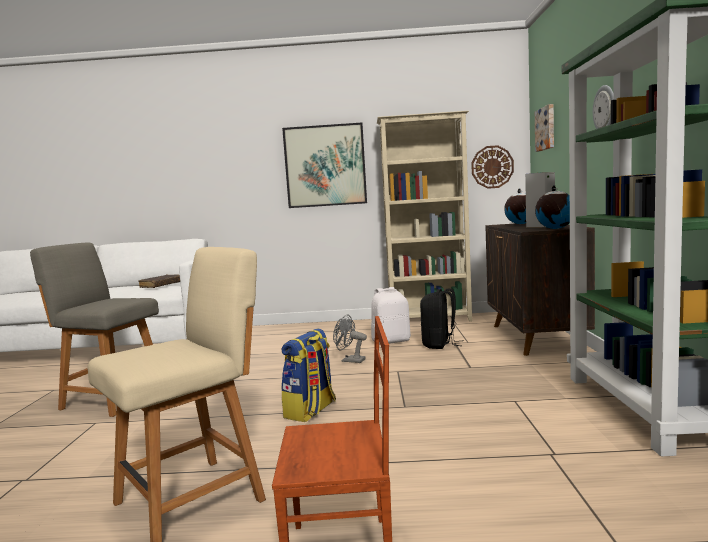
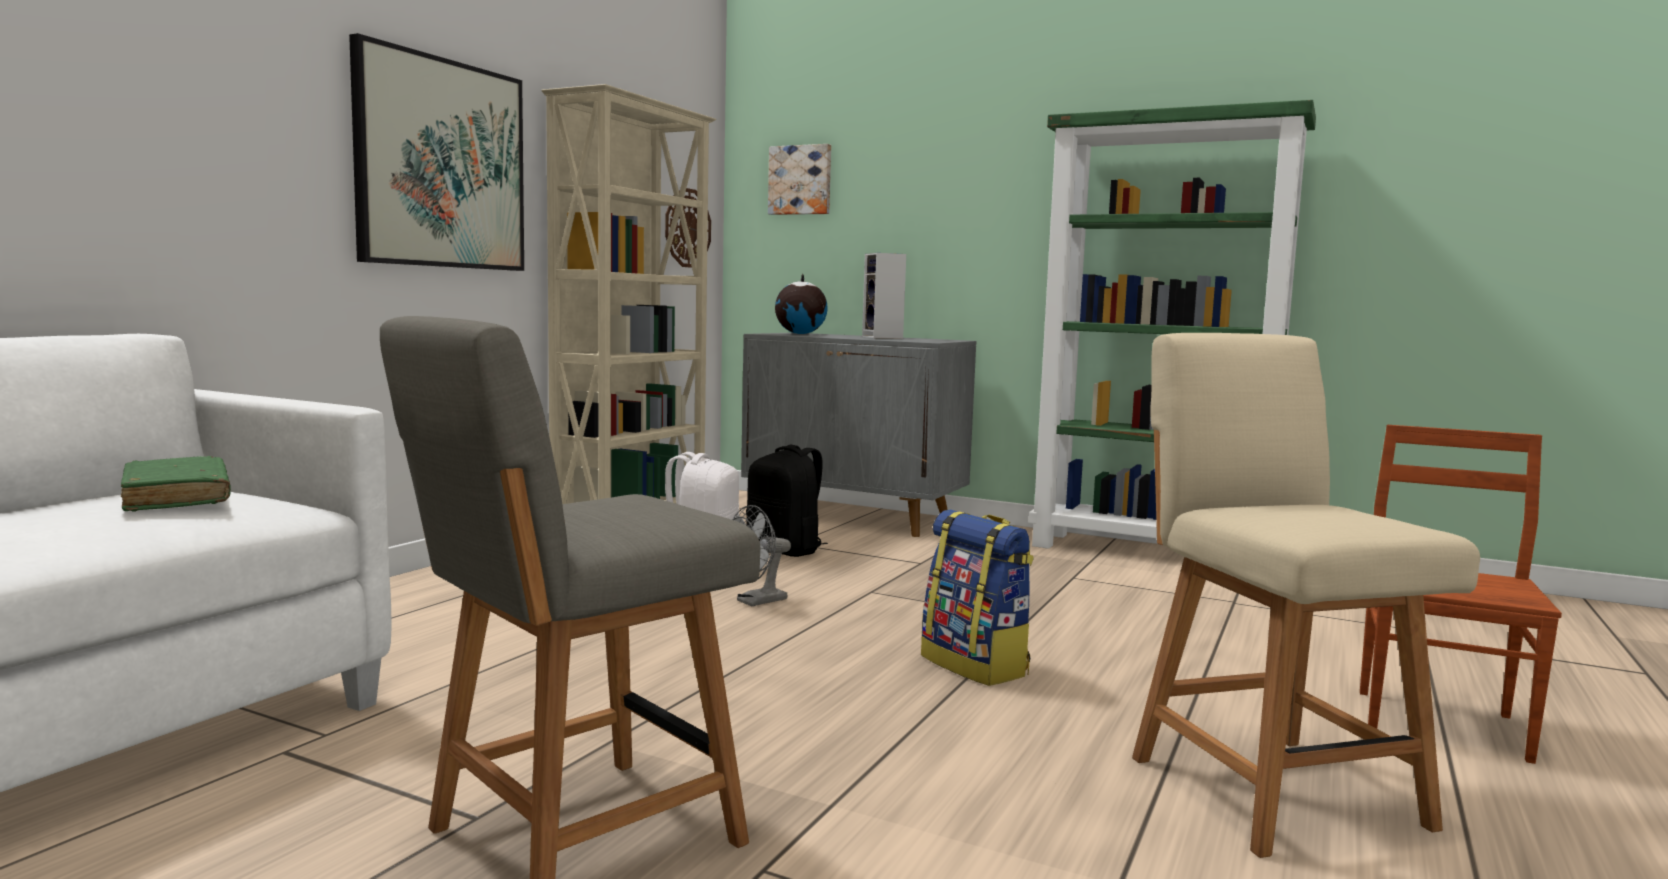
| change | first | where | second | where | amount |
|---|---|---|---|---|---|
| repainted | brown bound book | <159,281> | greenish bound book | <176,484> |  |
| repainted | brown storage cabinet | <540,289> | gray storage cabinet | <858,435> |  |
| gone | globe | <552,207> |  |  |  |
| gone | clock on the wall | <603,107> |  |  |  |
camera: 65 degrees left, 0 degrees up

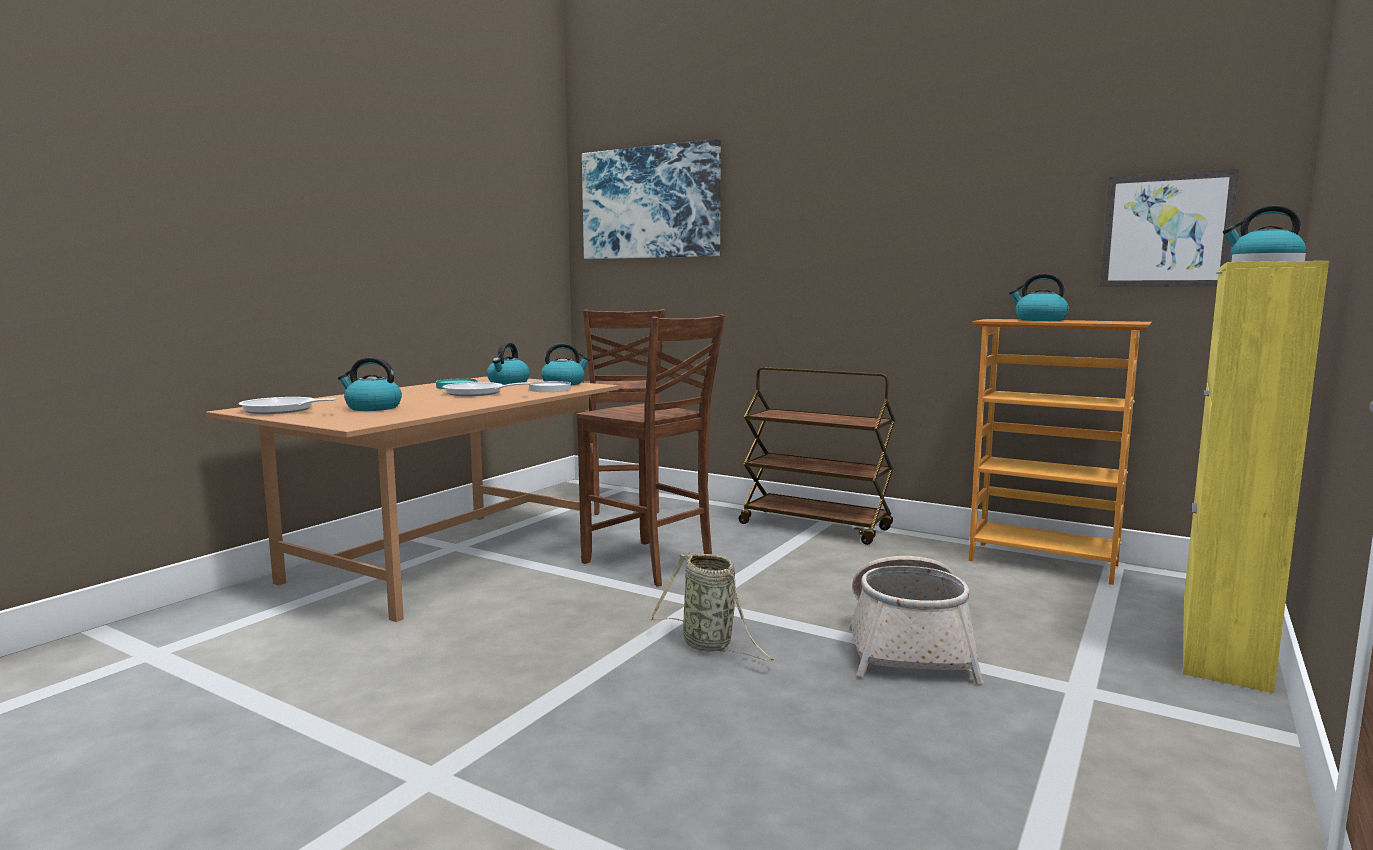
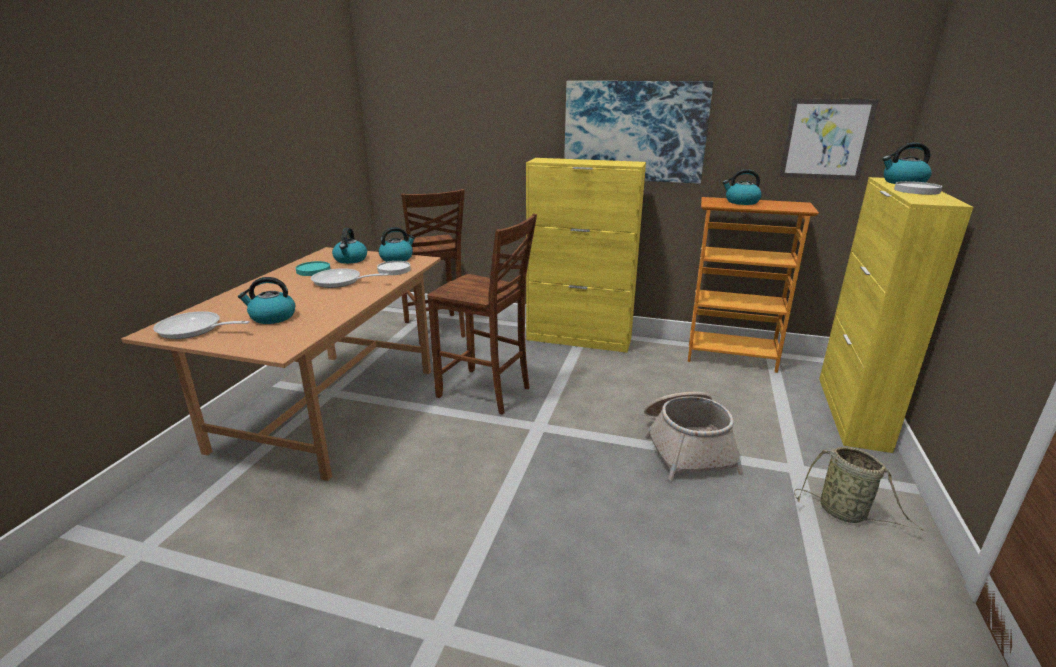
| change | first | where | second | where | amount |
|---|---|---|---|---|---|
| swapped | brown cart | <817,456> | yellow-coloured storage cabinet | <586,255> |  |
| shifted | picture | <651,199> |  | <638,132> |  |
| shifted | basket | <711,606> |  | <859,489> |  |
camera: 15 degrees left, 15 degrees up

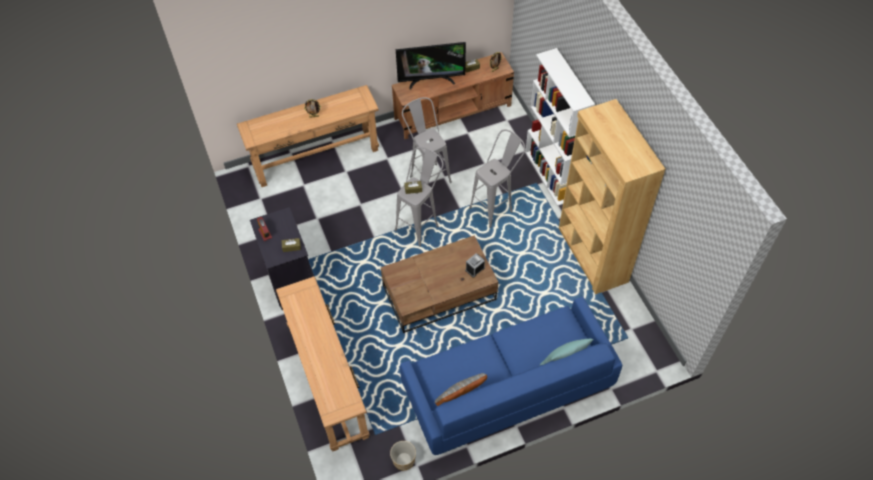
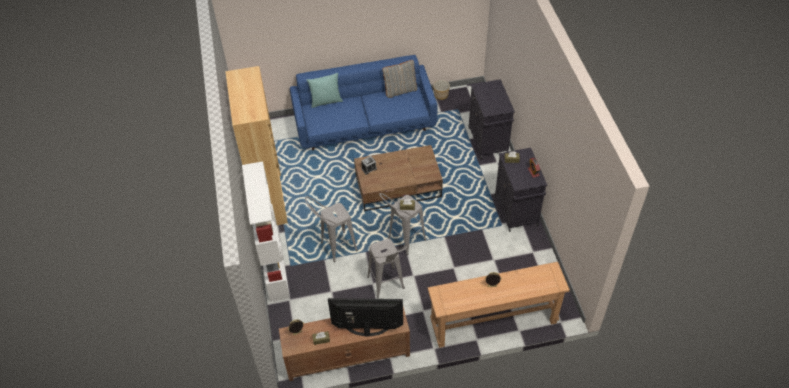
| change | first | where | second | where | amount |
|---|---|---|---|---|---|
| swapped | brown narrow table | <323,364> | black storage cabinet | <491,119> |  |
camera: 170 degrees left, 5 degrees down

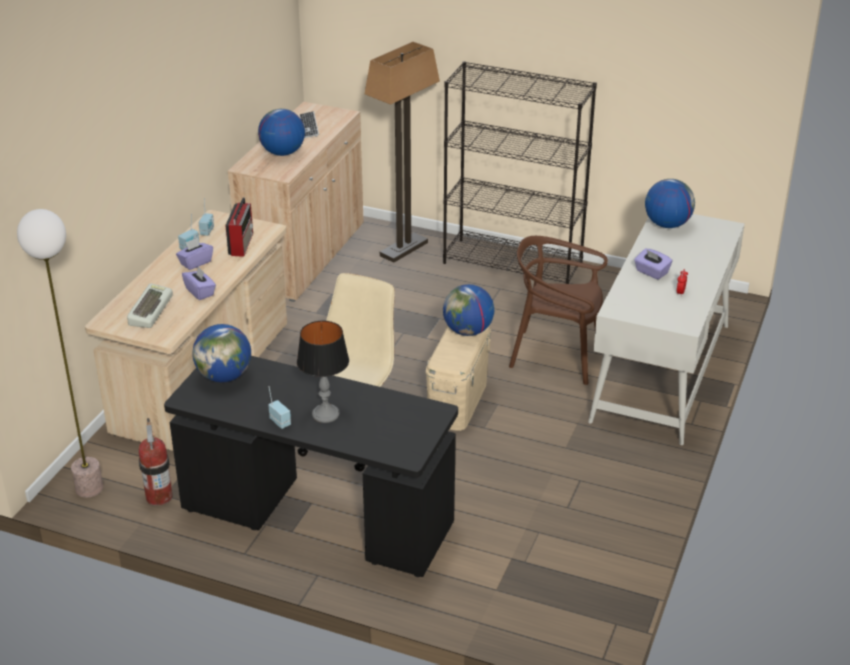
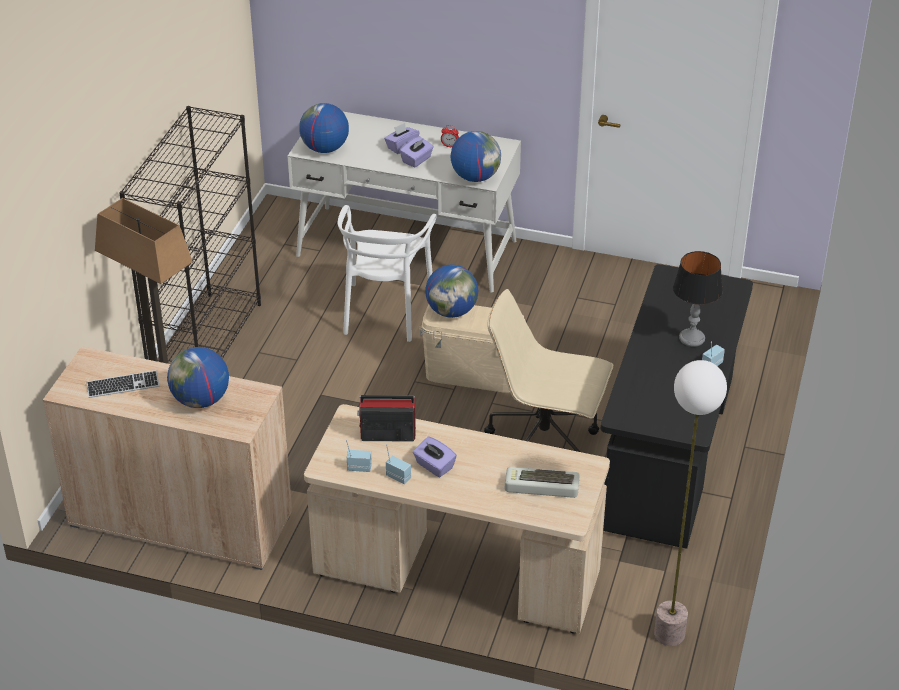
| change | first | where | second | where | amount |
|---|---|---|---|---|---|
| repainted | brown plain chair | <558,310> | white-coloured plain chair | <387,273> |  |
| shifted | purplish box of tissues | <199,283> |  | <402,138> |  |
| shifted | globe | <221,353> |  | <476,156> |  |
| gone | extinguisher | <155,461> |  |  |  |
camera: 95 degrees left, 5 degrees up

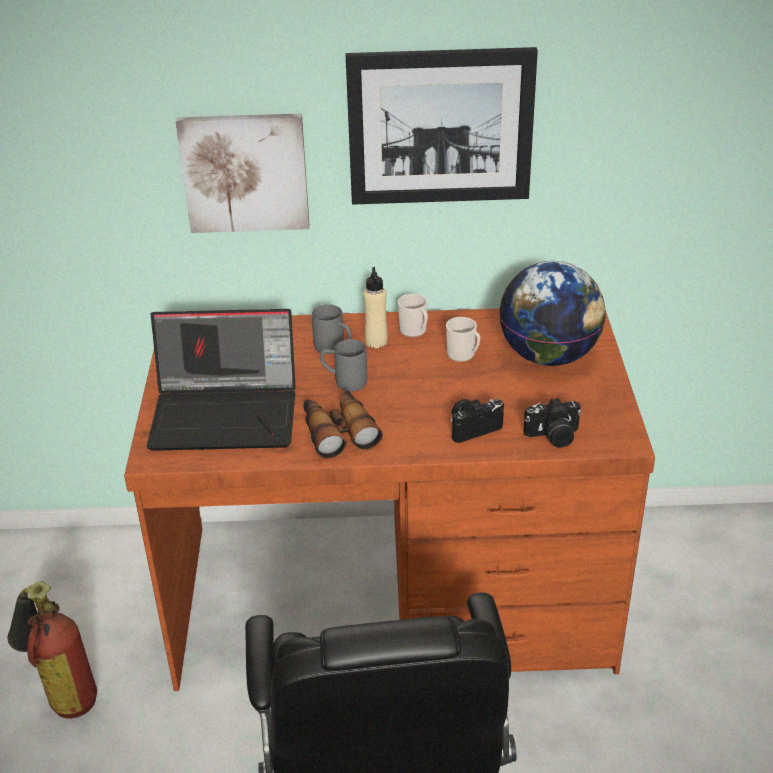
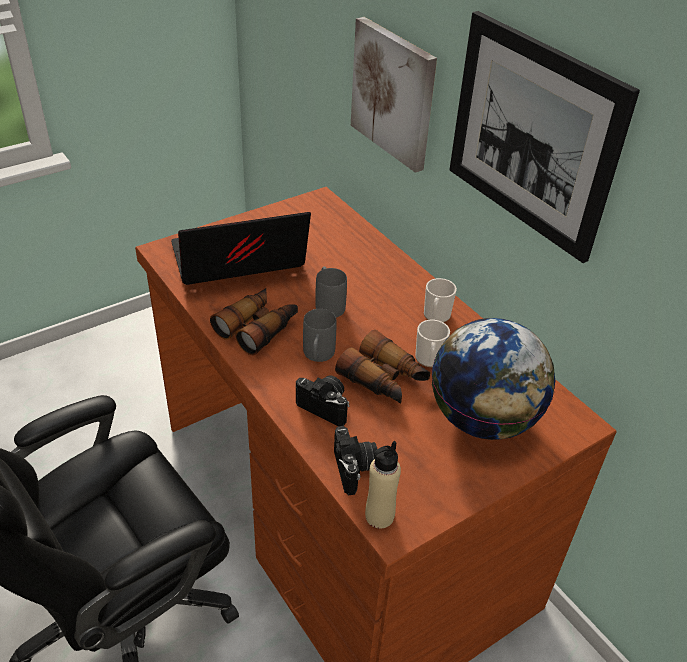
| change | first | where | second | where | amount |
|---|---|---|---|---|---|
| rotated | laptop | <221,380> |  | <241,248> | 105 degrees clockwise |
| shifted | gray tea mug | <332,329> |  | <319,335> |  |
| rotated | still camera | <552,423> |  | <355,460> | 150 degrees counterclockwise |
| new |  |  | pair of binoculars | <382,366> |  |
| shifted | beige-coloured beverage bottle | <375,307> |  | <383,484> |  |
| gone | extinguisher | <52,650> |  |  |  |
camera: 55 degrees right, 5 degrees up

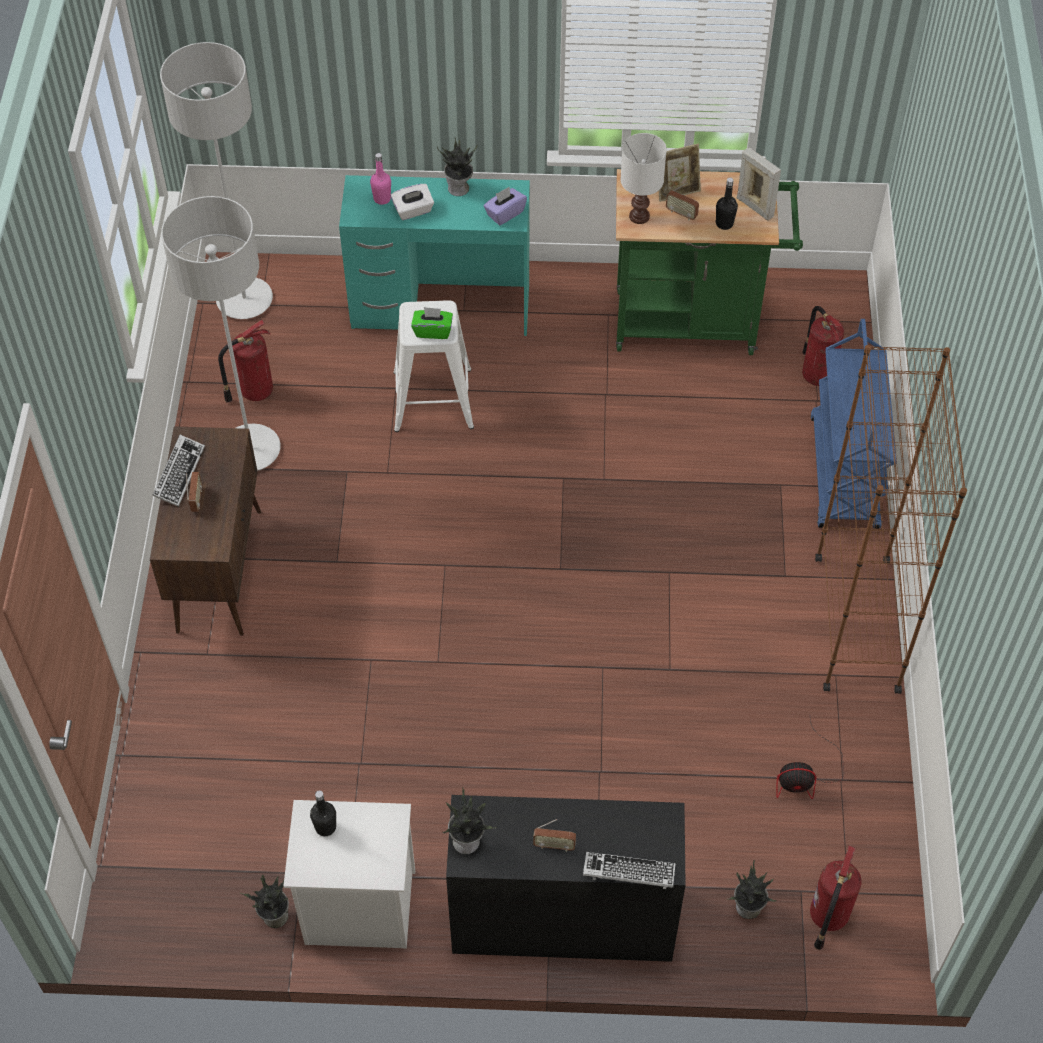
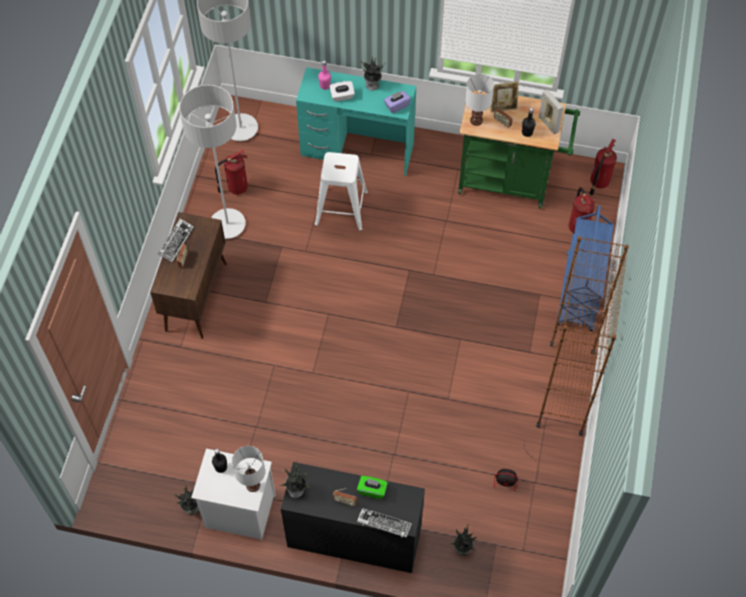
| change | first | where | second | where | amount |
|---|---|---|---|---|---|
| new |  |  | white-coloured lamp for a table | <248,469> |  |
| shifted | greenish box of tissues | <432,323> |  | <372,487> |  |
| shifted | extinguisher | <836,898> |  | <603,167> |  |
camera: 10 degrees right, 5 degrees up

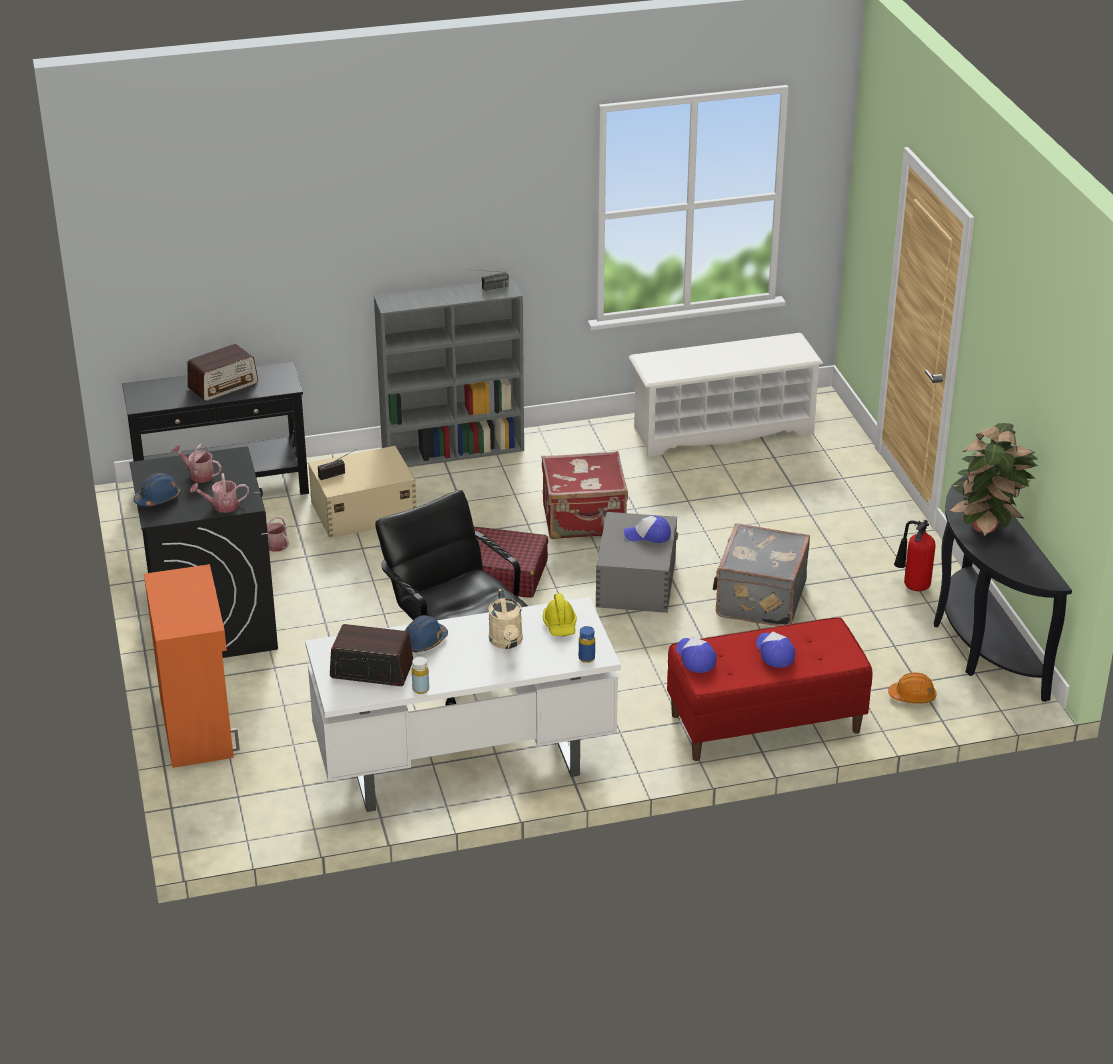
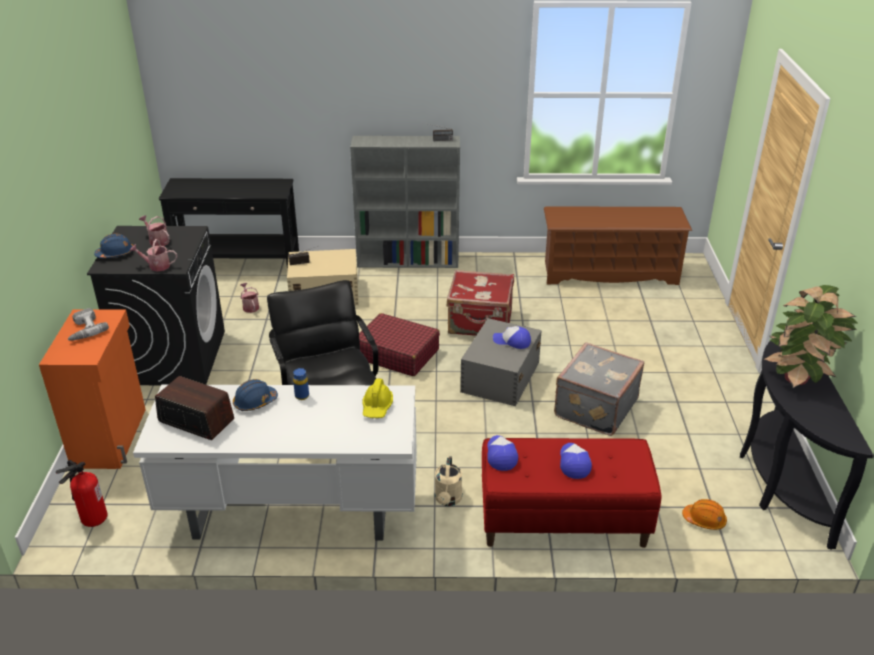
| change | first | where | second | where | amount |
|---|---|---|---|---|---|
| shifted | extinguisher | <915,555> |  | <82,493> |  |
| new |  |  | power drill | <88,324> |  |
| shifted | blue-coloured beverage bottle | <587,644> |  | <301,384> |  |
| shifted | beige-coloured watering can | <505,619> |  | <448,481> |  |
| repainted | white-coloured shoe stand | <726,395> | brown shoe stand | <618,245> |  |
| gone | radio set | <222,372> |  |  |  |
| gone | yellow-coloured beverage bottle | <420,675> |  |  |  |
camera: 15 degrees right, 0 degrees up

